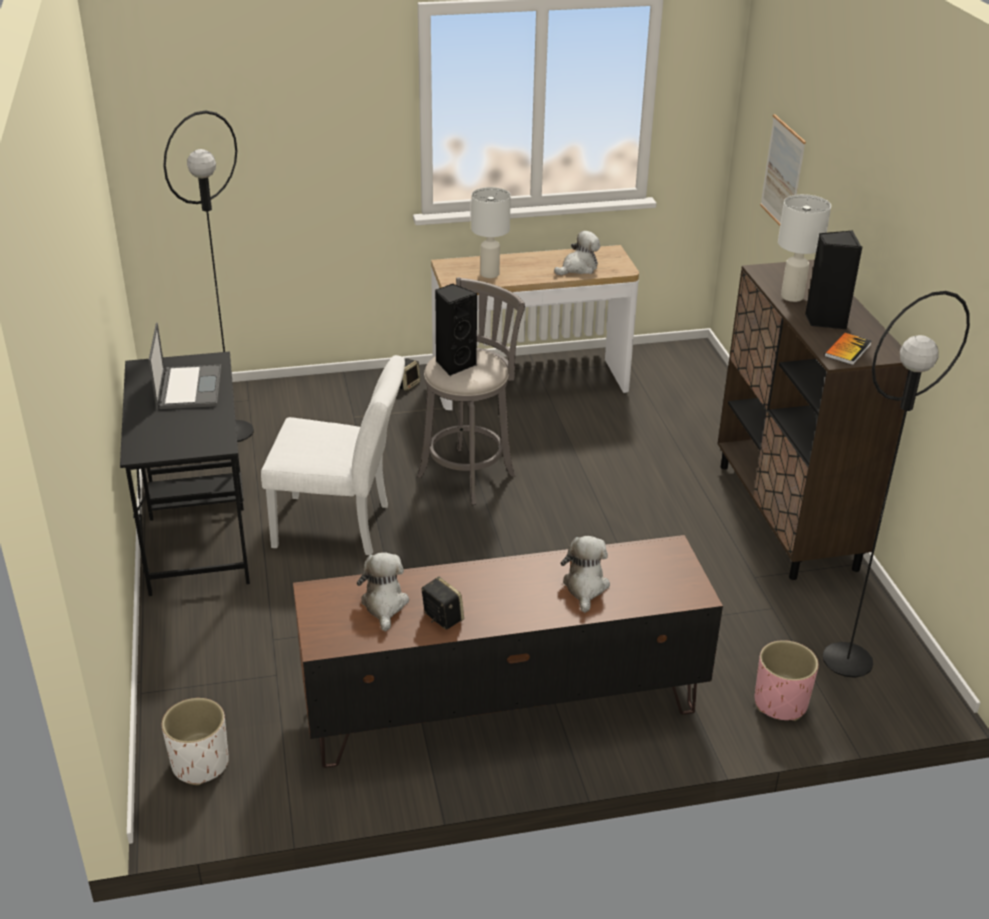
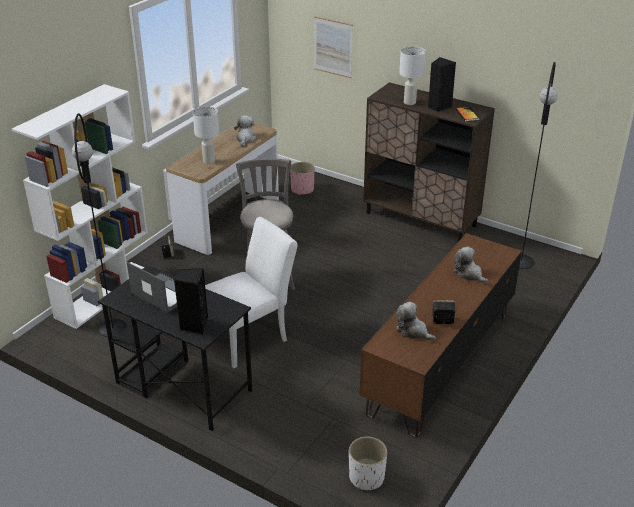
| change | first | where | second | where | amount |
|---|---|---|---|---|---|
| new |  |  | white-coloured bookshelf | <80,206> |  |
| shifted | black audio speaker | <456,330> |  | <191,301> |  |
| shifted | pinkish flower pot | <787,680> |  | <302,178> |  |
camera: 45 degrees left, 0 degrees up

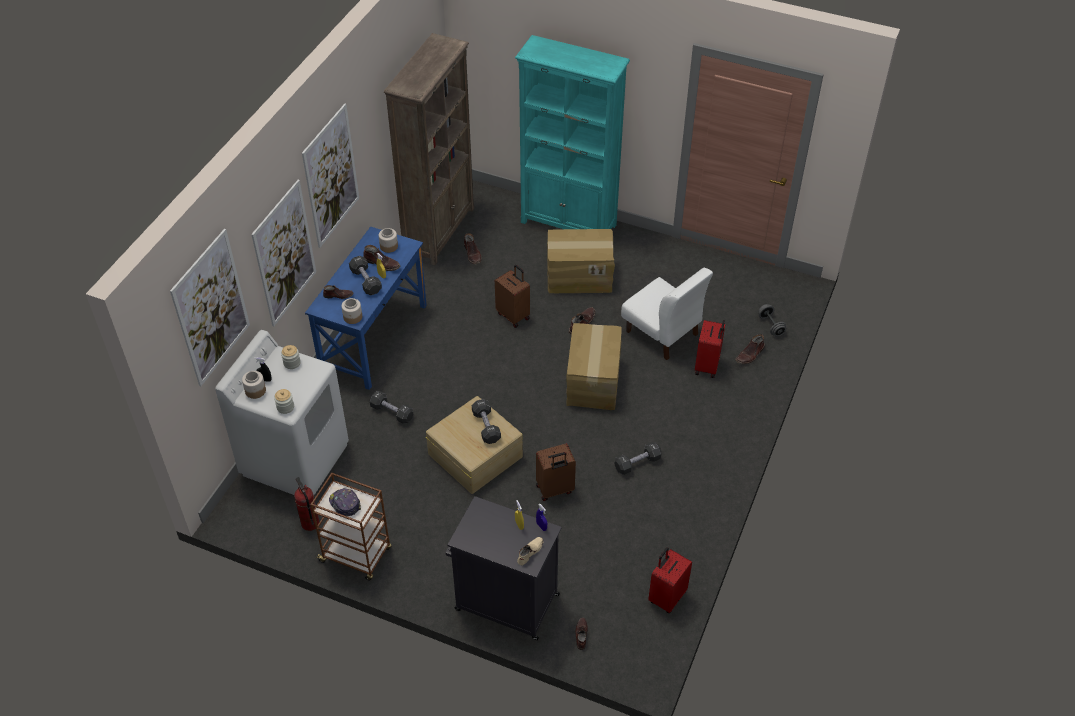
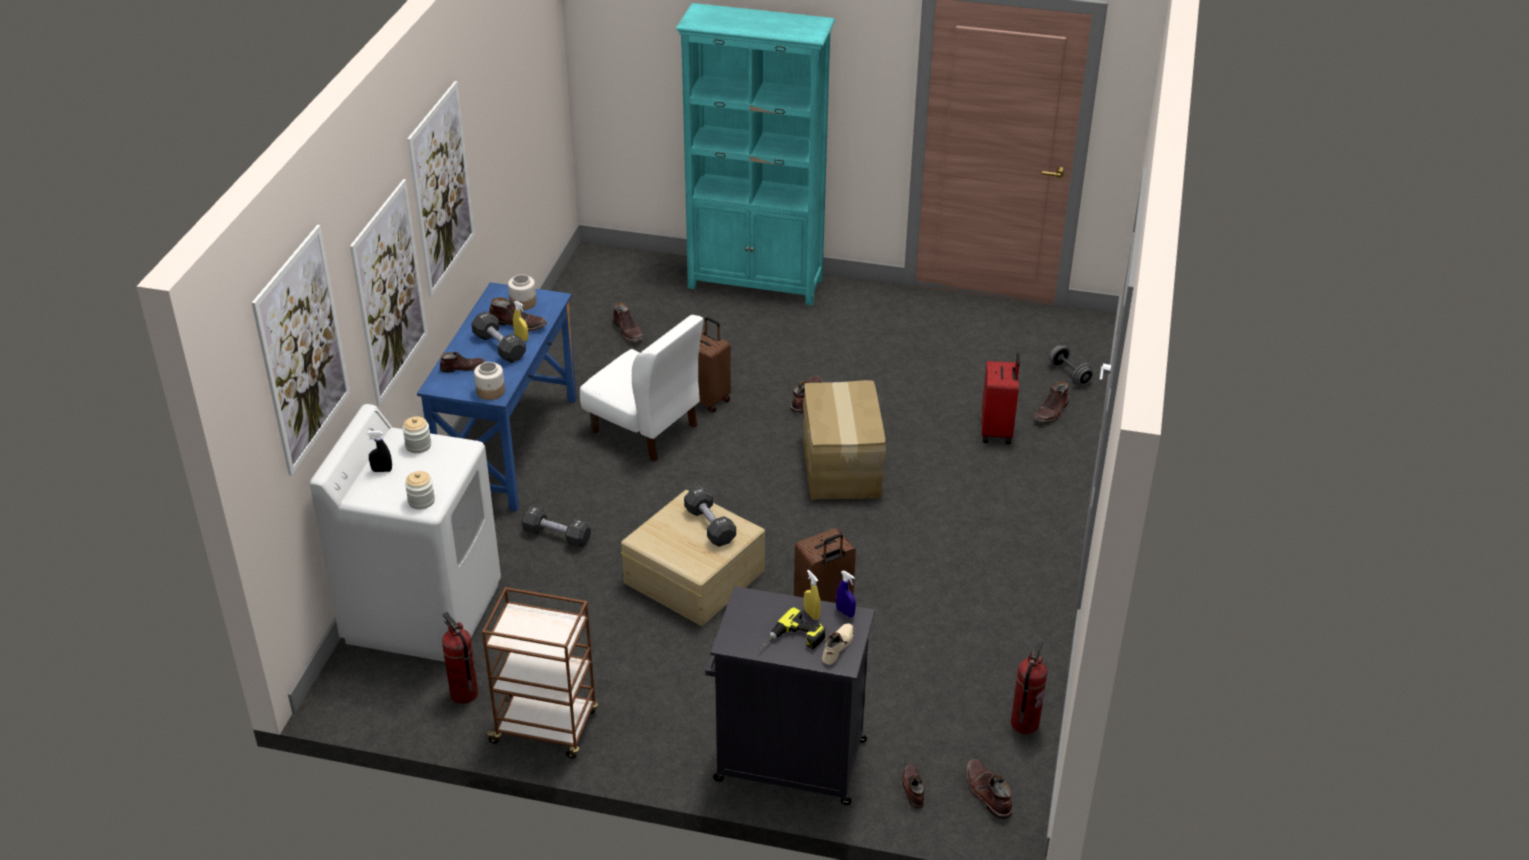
| change | first | where | second | where | amount |
|---|---|---|---|---|---|
| shifted | white-coloured plain chair | <667,314> |  | <642,388> |  |
| new |  |  | power drill | <792,628> |  |
| new |  |  | brown high-top boot | <989,789> |  |
| swapped | red piece of luggage | <670,580> | extinguisher | <1029,687> |  |
| gone | storage jar | <254,385> |  |  |  |
| gone | baseball cap | <345,502> |  |  |  |
| gone | brown bookshelf | <429,149> |  |  |  |
| gone | packing box | <581,261> |  |  |  |
| gone | black hand weight | <638,458> |  |  |  |
camera: 10 degrees left, 10 degrees down

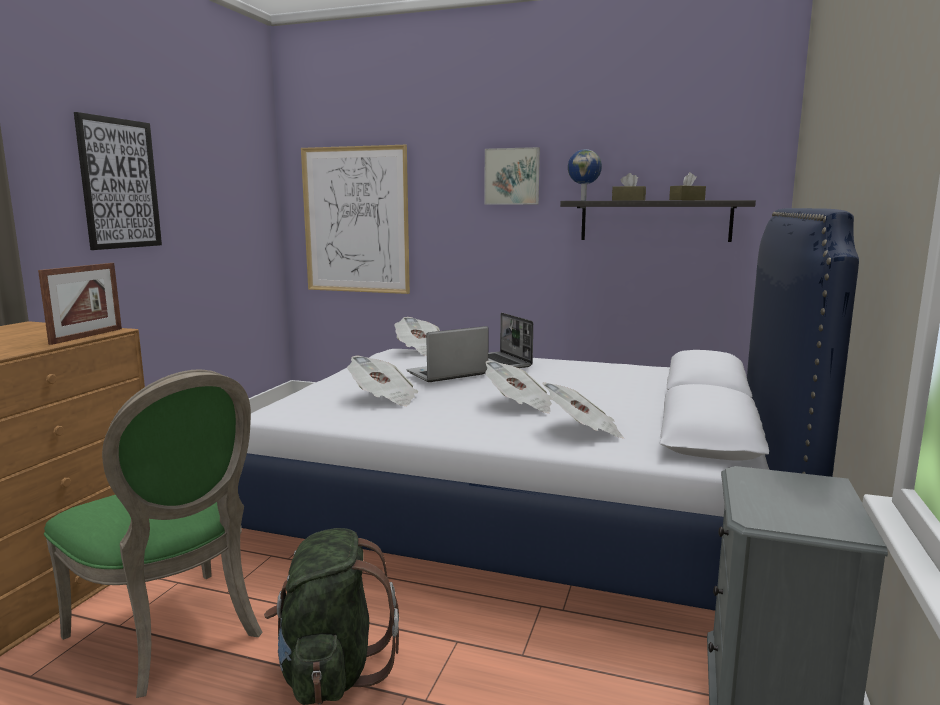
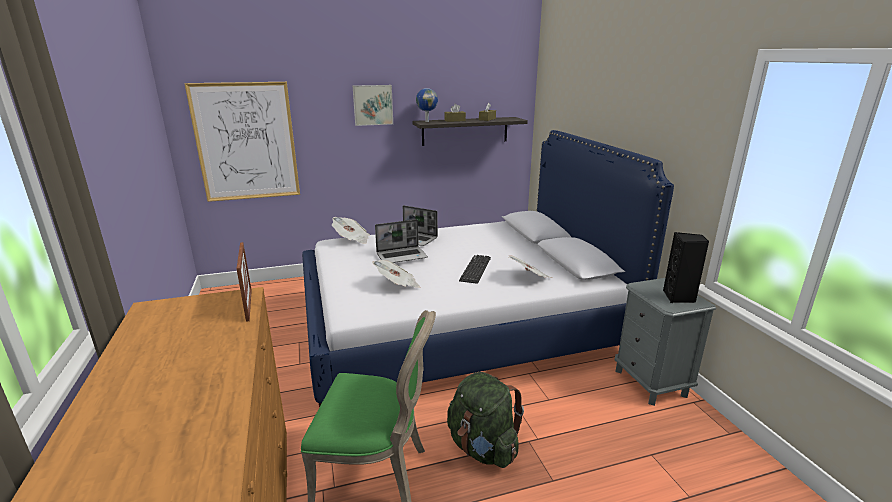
| change | first | where | second | where | amount |
|---|---|---|---|---|---|
| rotated | laptop | <447,354> |  | <401,241> | 135 degrees counterclockwise |
| swapped | newspaper | <518,387> | computer keyboard | <475,269> |  |
| new |  |  | black audio speaker | <686,267> |  |
| gone | picture | <118,181> |  |  |  |
camera: 35 degrees left, 10 degrees up

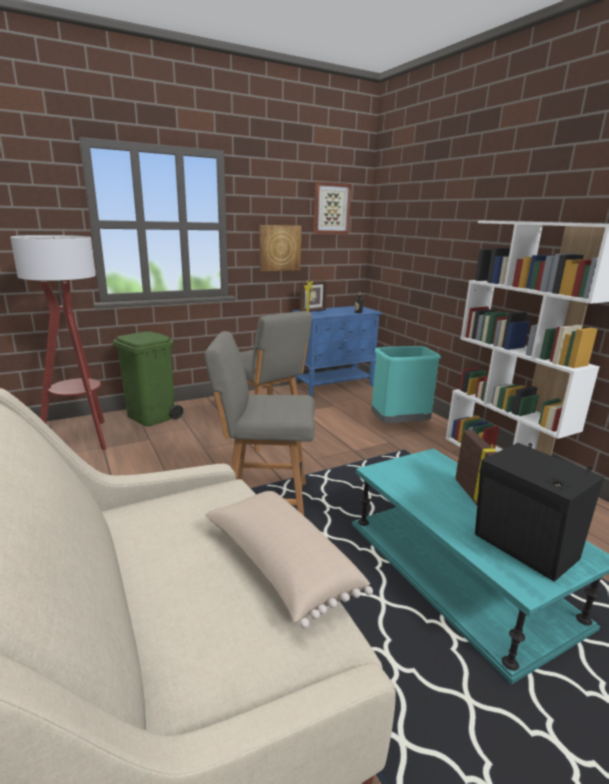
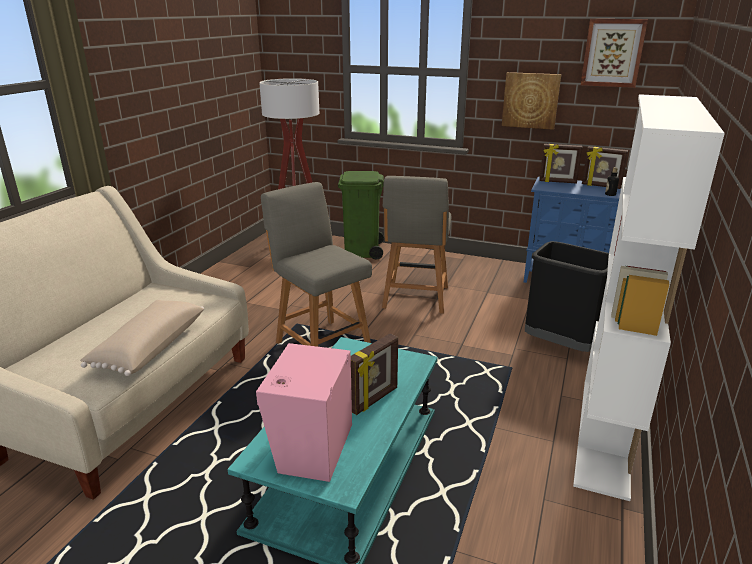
| change | first | where | second | where | amount |
|---|---|---|---|---|---|
| repainted | black audio speaker | <539,512> | pinkish audio speaker | <304,412> |  |
| repainted | blue-green rubbish bin | <406,384> | black rubbish bin | <567,296> |  |
| new |  |  | photo frame | <605,167> |  |
camera: 50 degrees right, 5 degrees up

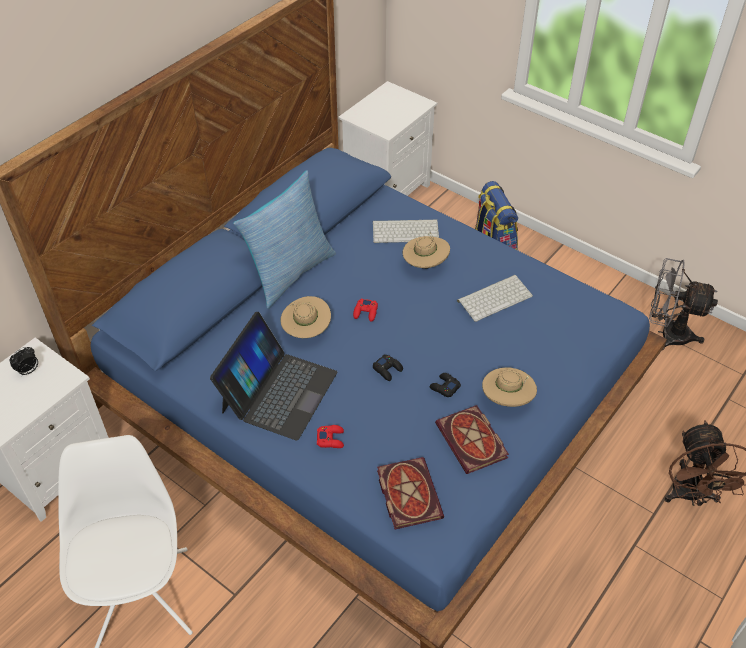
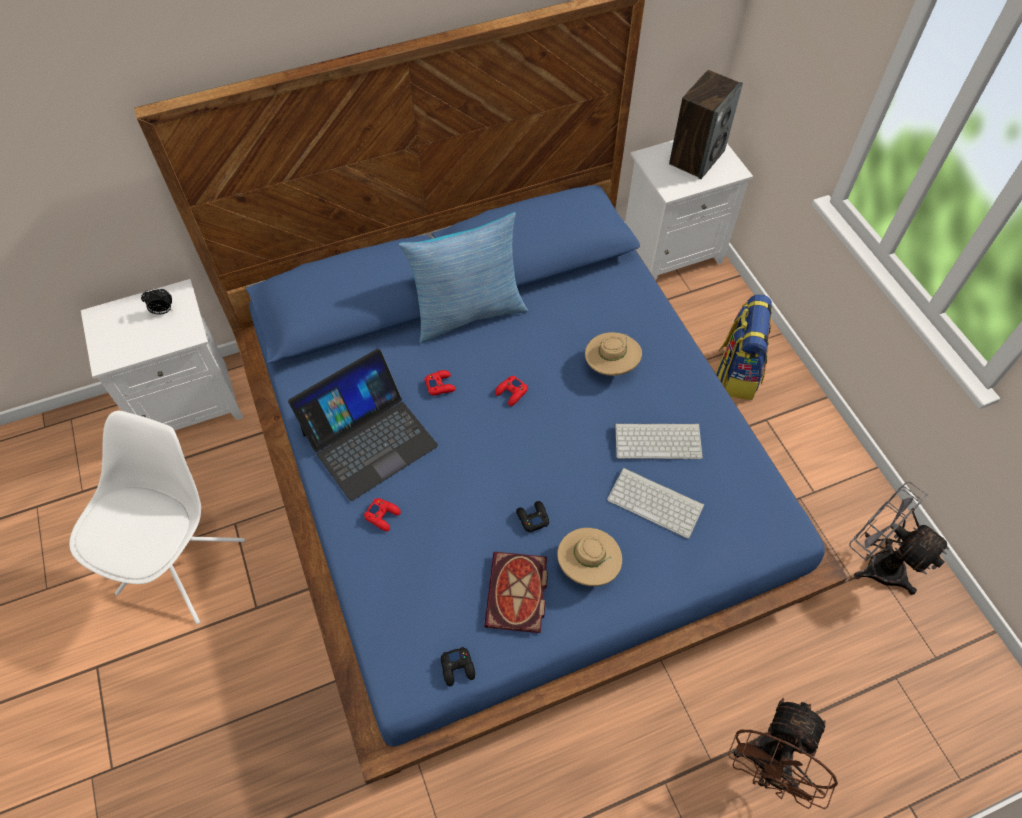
| change | first | where | second | where | amount |
|---|---|---|---|---|---|
| swapped | beige-coloured wearable hat | <306,317> | red game controller | <440,382> |  |
| shifted | black game controller | <388,368> |  | <458,666> |  |
| shifted | computer keyboard | <406,231> |  | <655,503> |  |
| new |  |  | audio speaker | <706,124> |  |
| gone | bound book | <410,493> |  |  |  |
camera: 30 degrees right, 10 degrees up

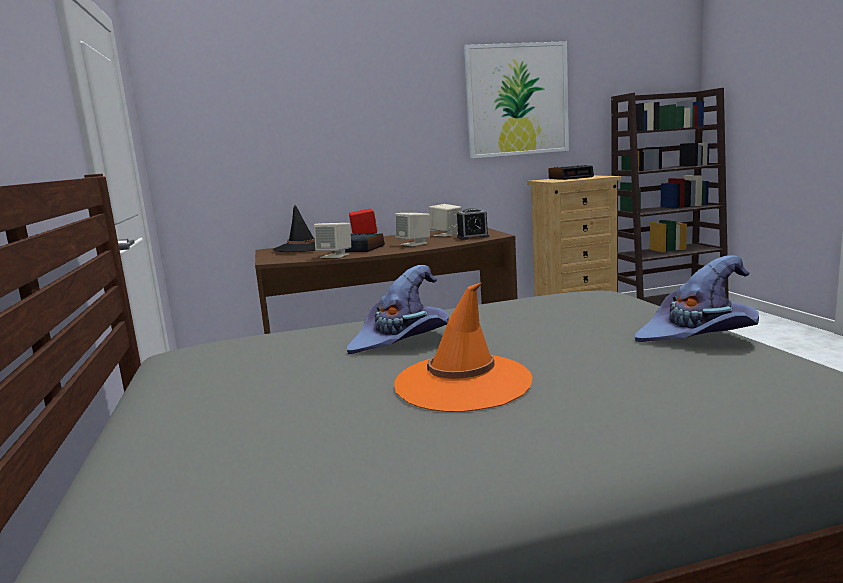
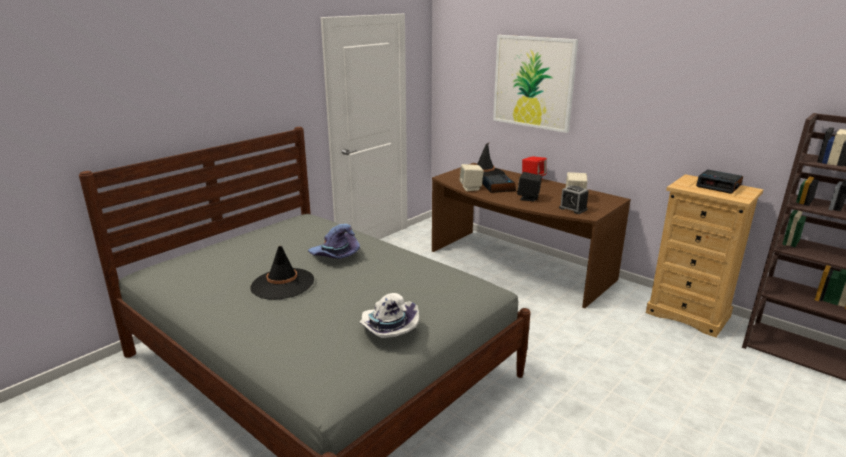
| change | first | where | second | where | amount |
|---|---|---|---|---|---|
| repainted | orange-coloured wearable hat | <463,347> | black wearable hat | <282,273> |  |
| repainted | purplish wearable hat | <697,298> | white-coloured wearable hat | <389,315> |  |
| shifted | picture | <516,99> |  | <535,84> |  |
| repainted | beige-coloured audio speaker | <412,230> | black audio speaker | <529,187> |  |
camera: 55 degrees right, 10 degrees up

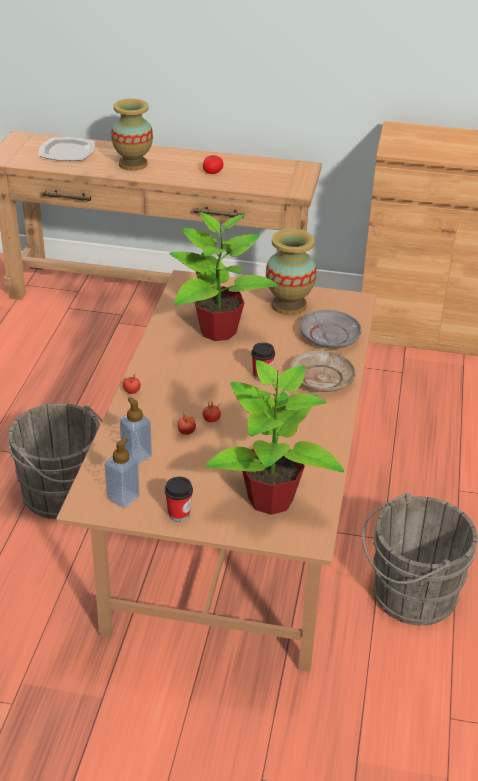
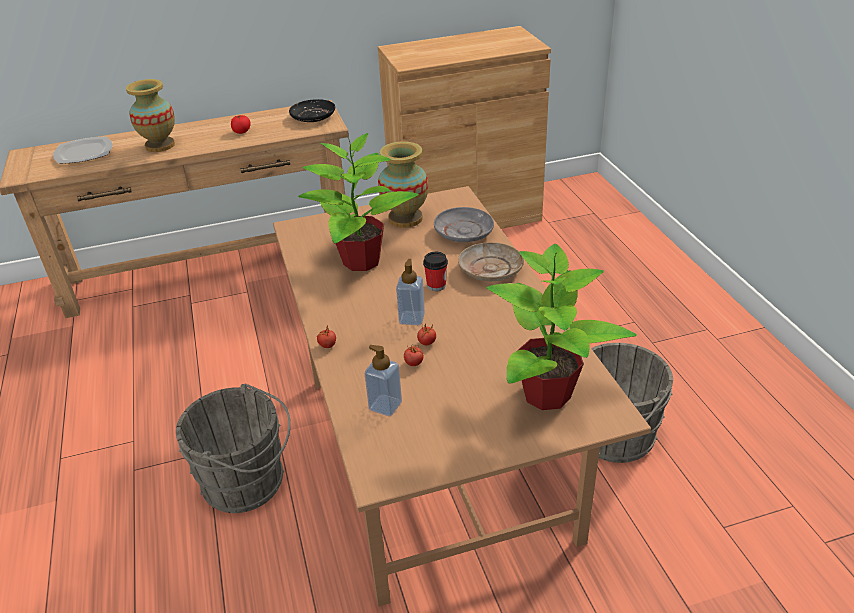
| change | first | where | second | where | amount |
|---|---|---|---|---|---|
| new |  |  | black plate | <312,110> |  |
| shifted | soap bottle | <122,473> |  | <410,292> |  |
| gone | drinking cup | <179,499> |  |  |  |
camera: 25 degrees left, 0 degrees up

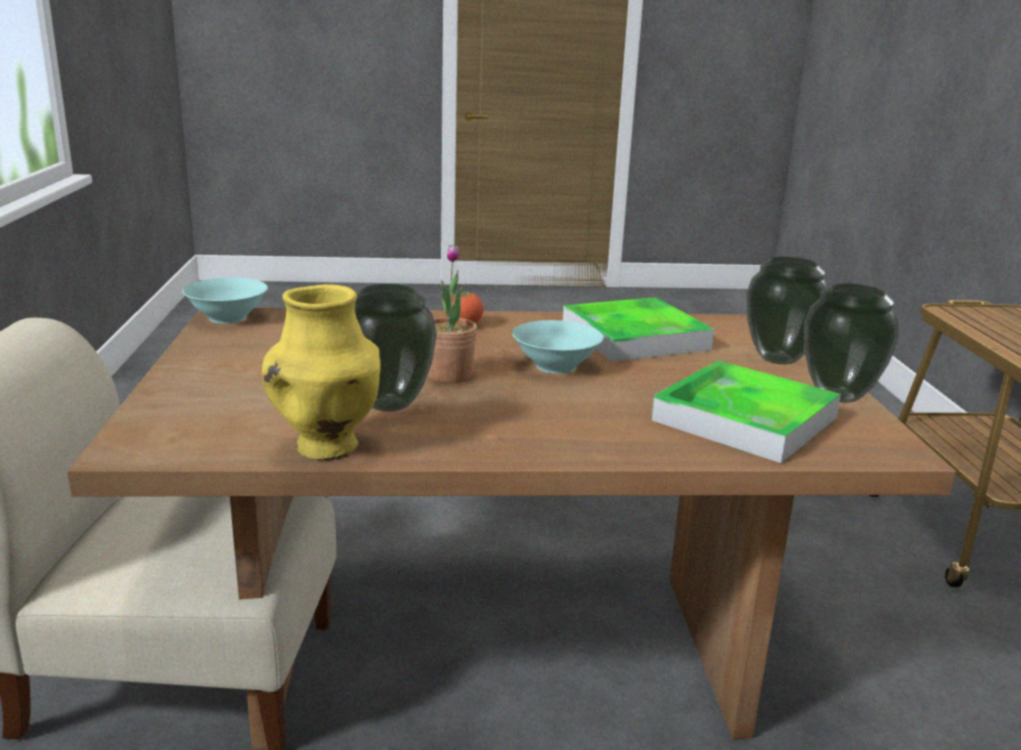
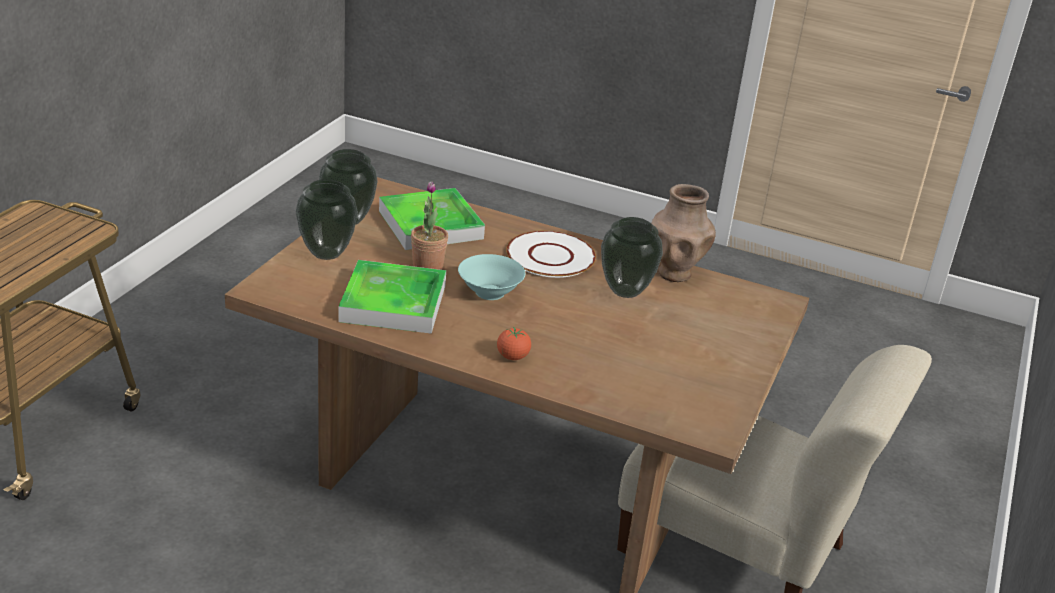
| change | first | where | second | where | amount |
|---|---|---|---|---|---|
| shifted | potted plant | <452,314> |  | <429,225> |  |
| new |  |  | white-coloured plate | <551,254> |  |
| repainted | yellow-coloured decorative vase | <321,372> | brown decorative vase | <683,233> |  |
| gone | blue-green bowl | <225,301> |  |  |  |
camera: 155 degrees left, 10 degrees up

